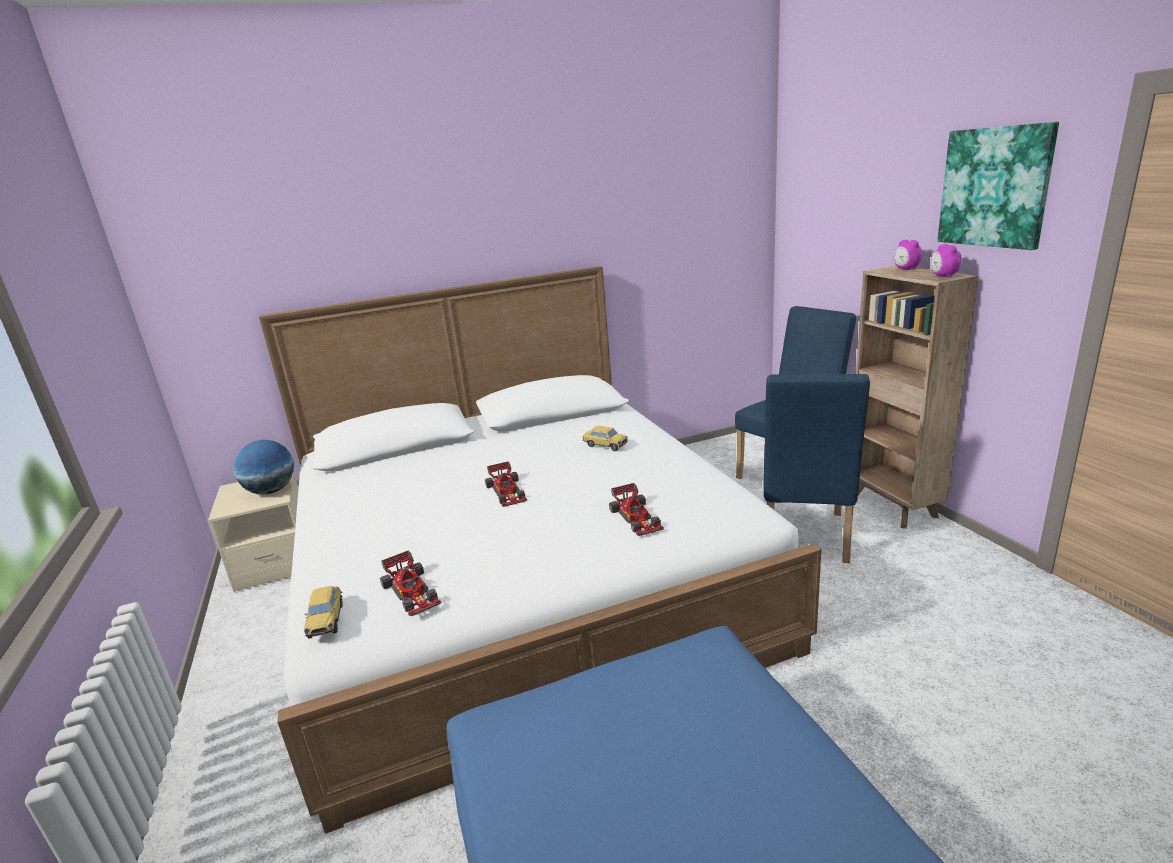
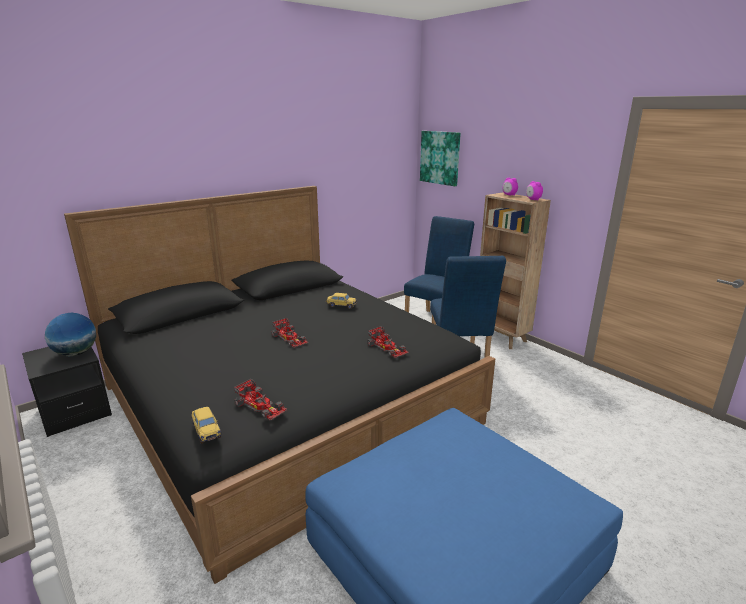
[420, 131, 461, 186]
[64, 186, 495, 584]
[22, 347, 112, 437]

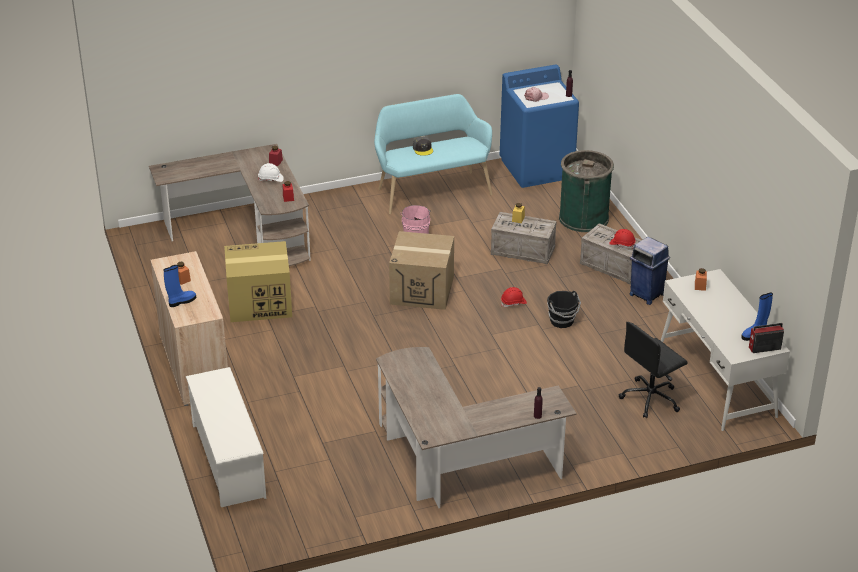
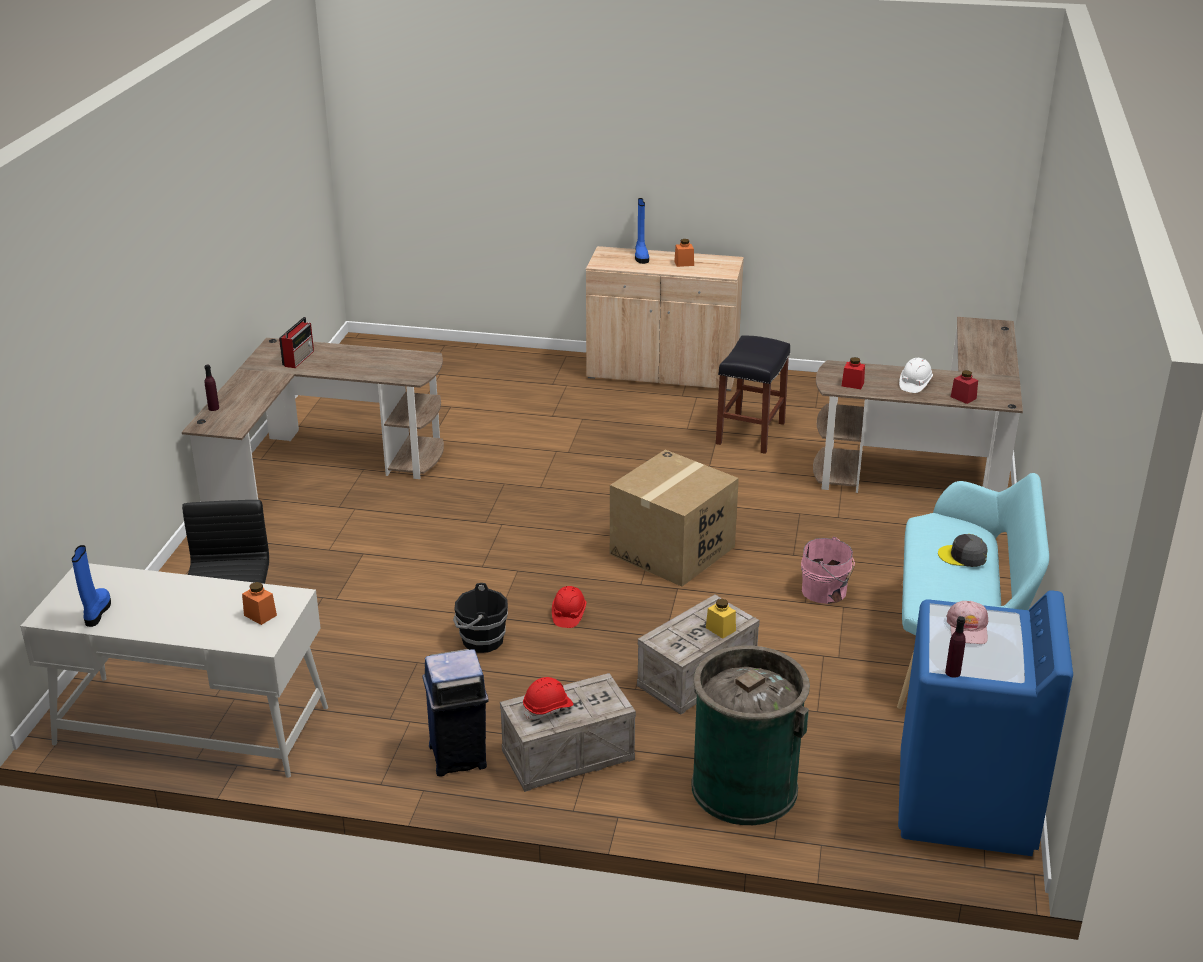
[716, 335, 790, 454]
[279, 317, 314, 368]
[186, 367, 266, 507] (first image)

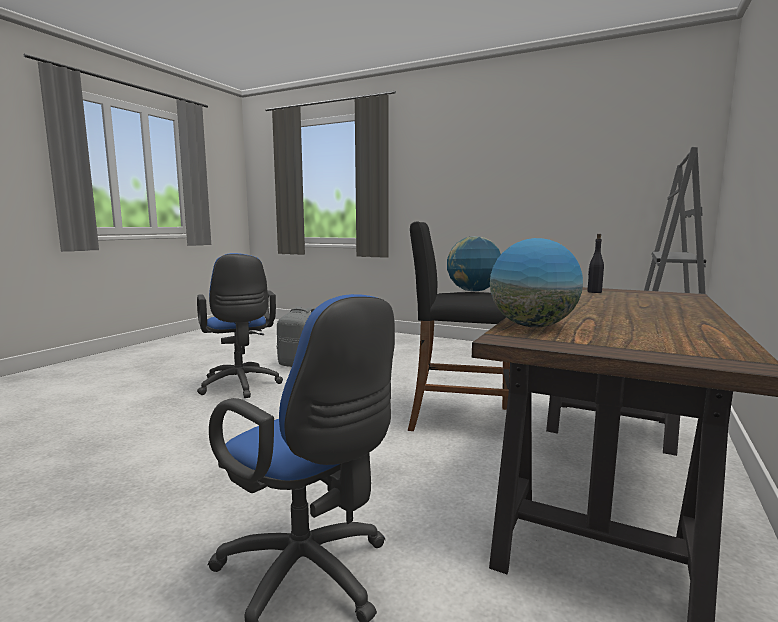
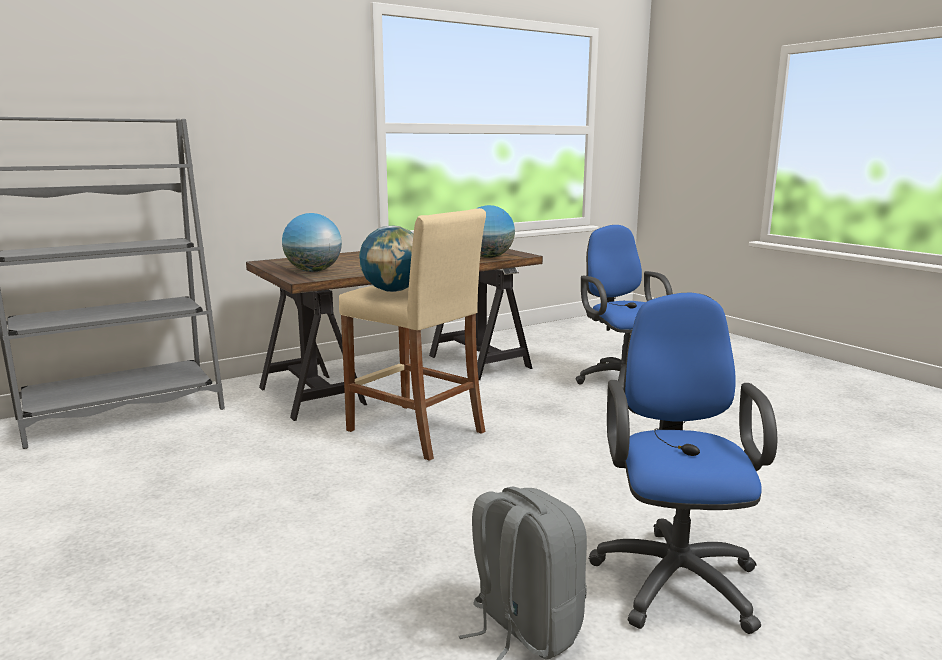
[339, 208, 486, 461]
[282, 213, 342, 272]

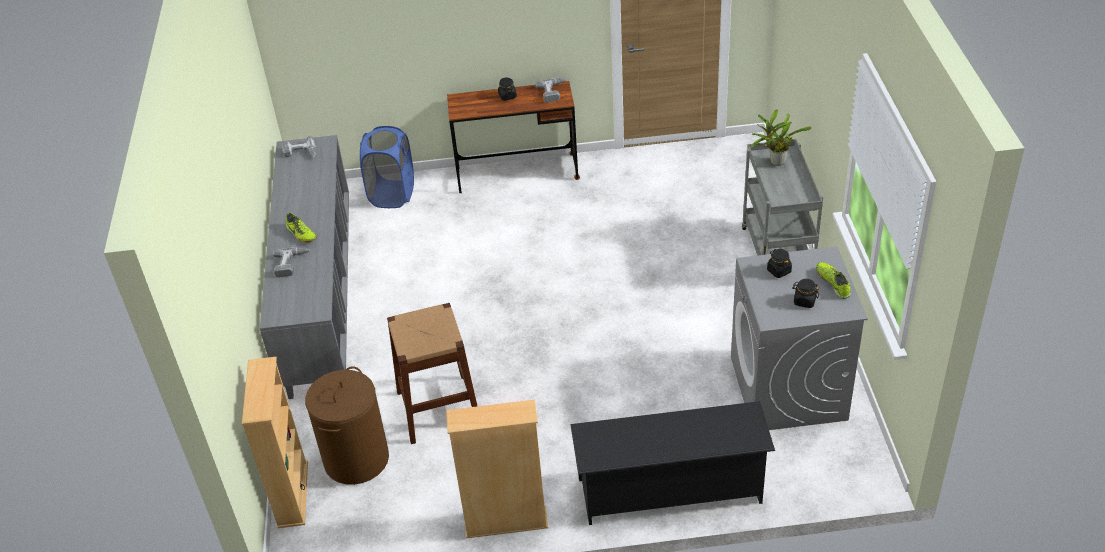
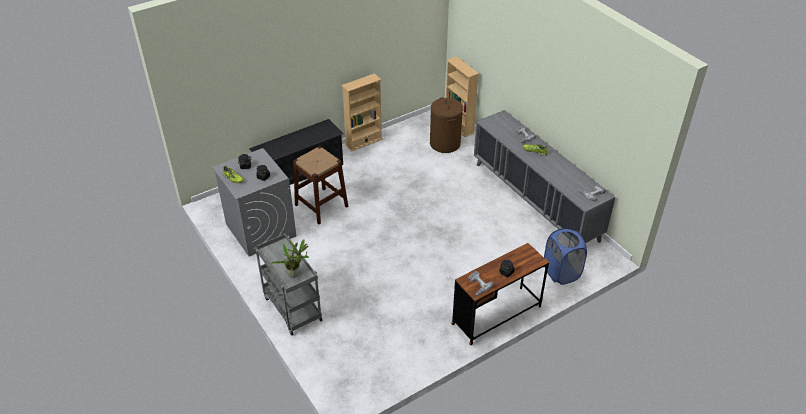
[293, 146, 349, 224]

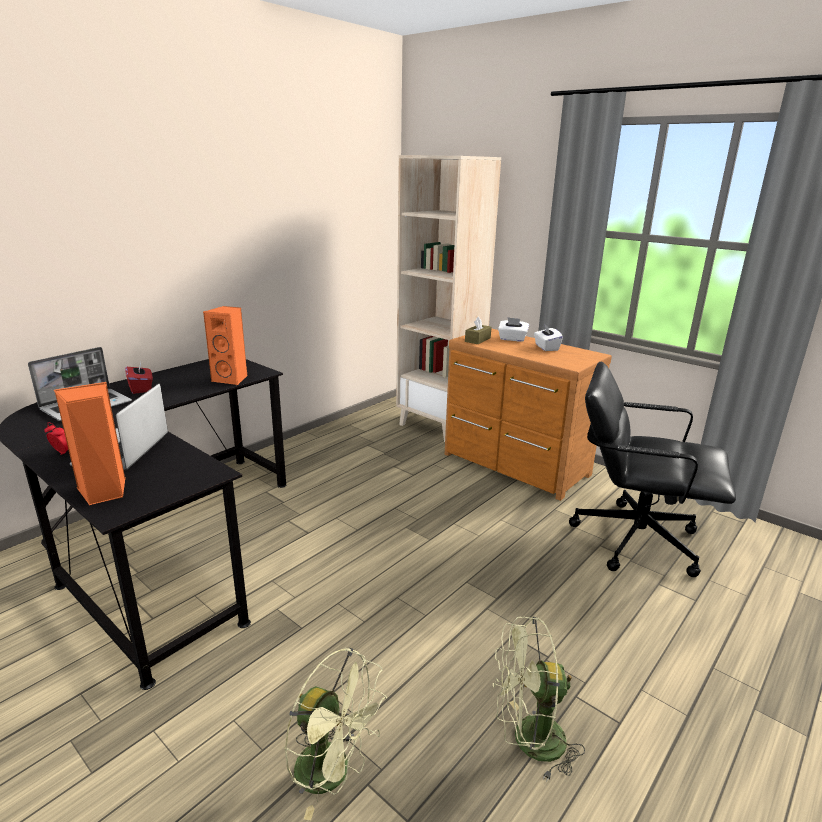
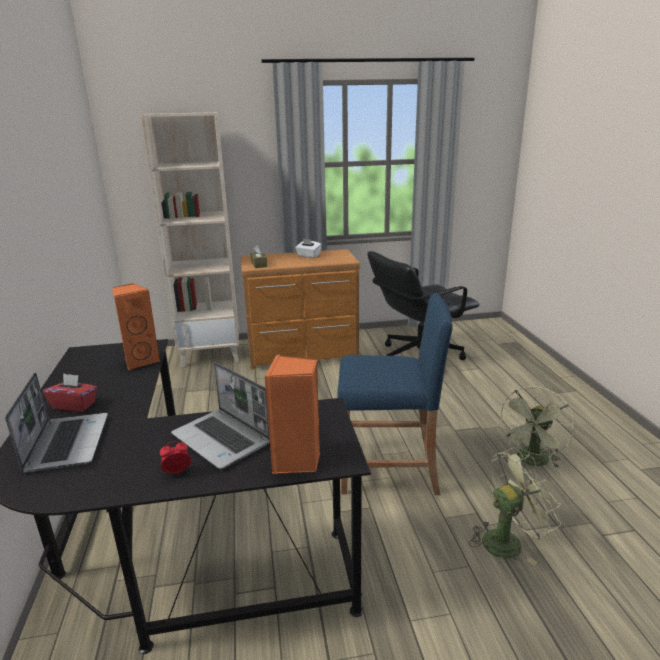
[498, 317, 529, 342] (first image)
[337, 293, 453, 495]

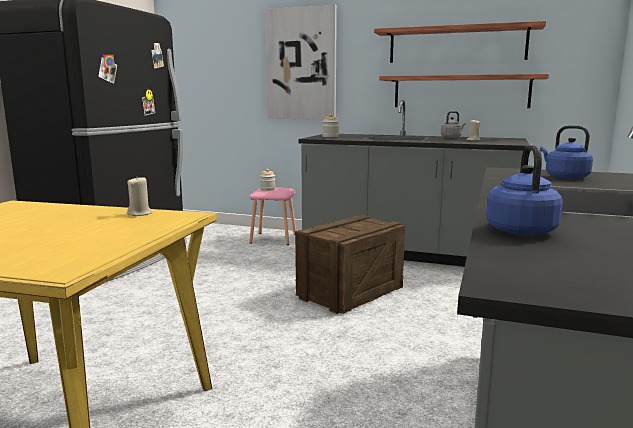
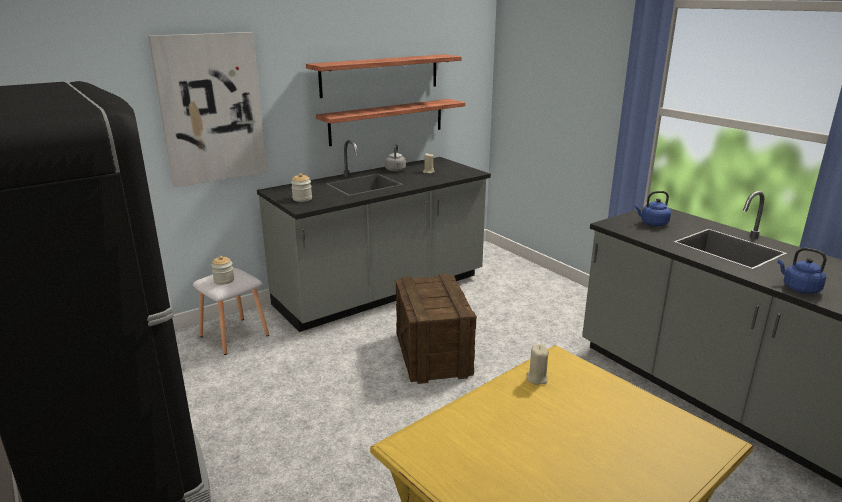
[193, 268, 269, 355]

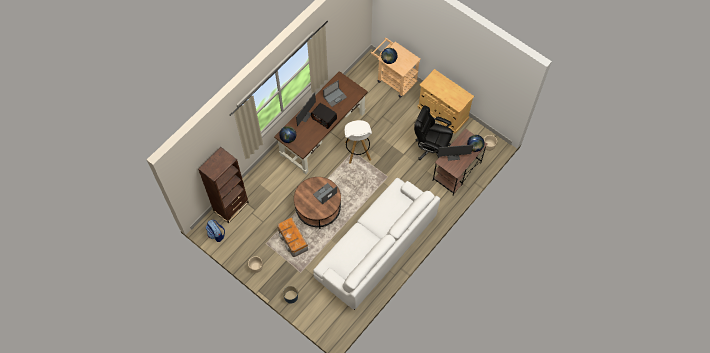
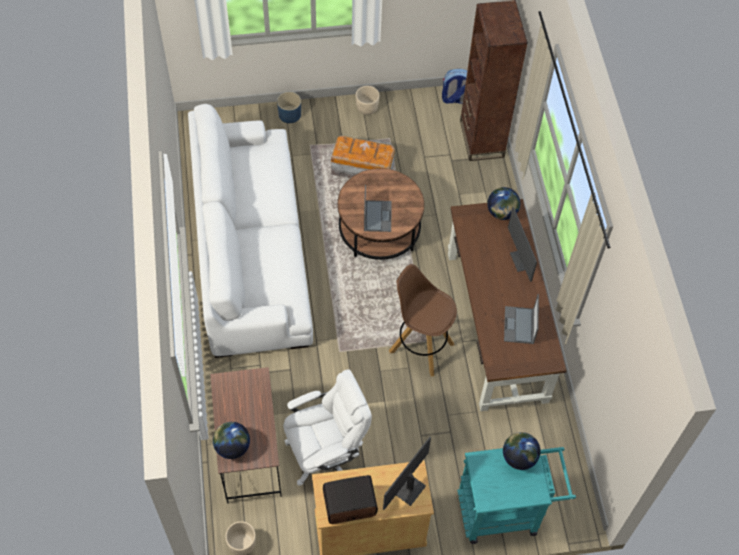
[457, 447, 576, 544]
[323, 475, 378, 524]
[283, 370, 372, 486]
[389, 264, 457, 377]
[383, 437, 431, 510]

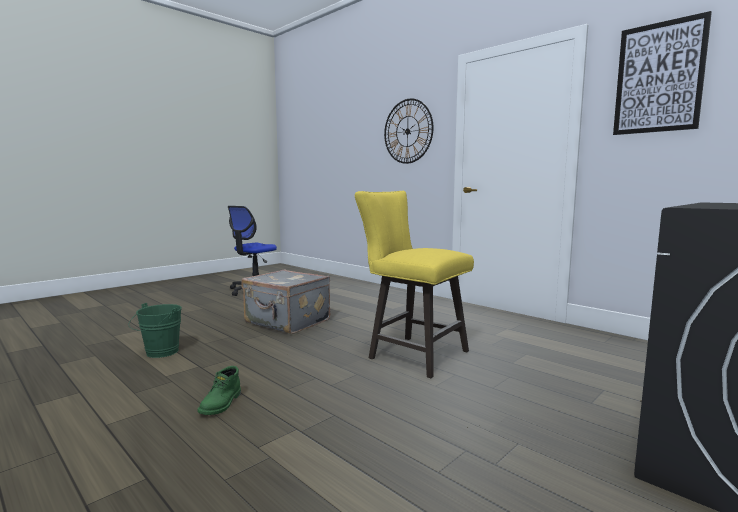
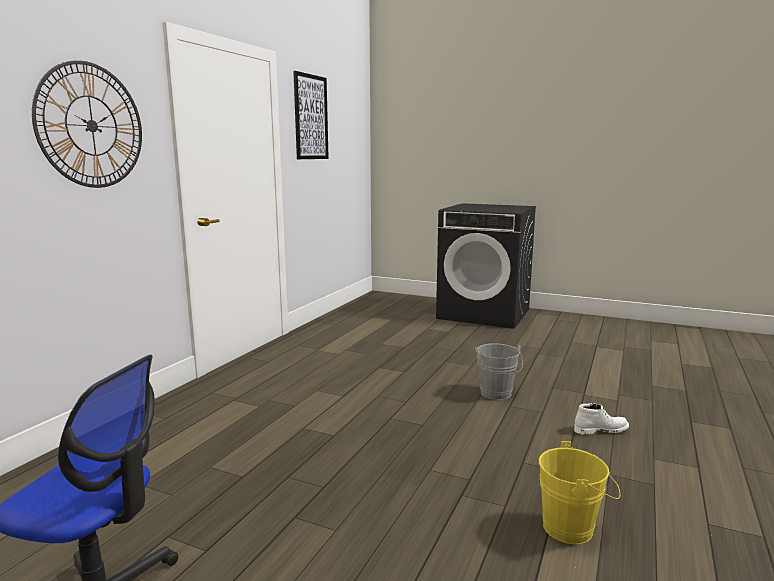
[355, 191, 474, 378] (first image)
[241, 269, 330, 334] (first image)
[539, 441, 620, 544]
[574, 403, 629, 435]
[475, 343, 523, 400]

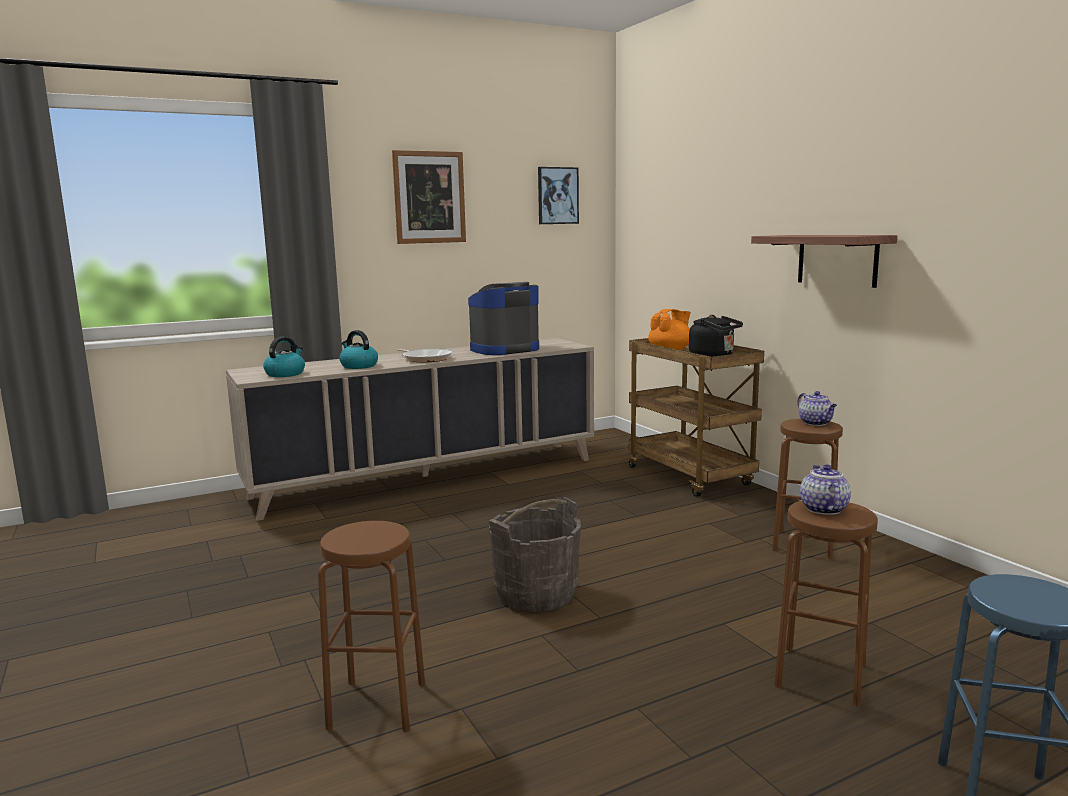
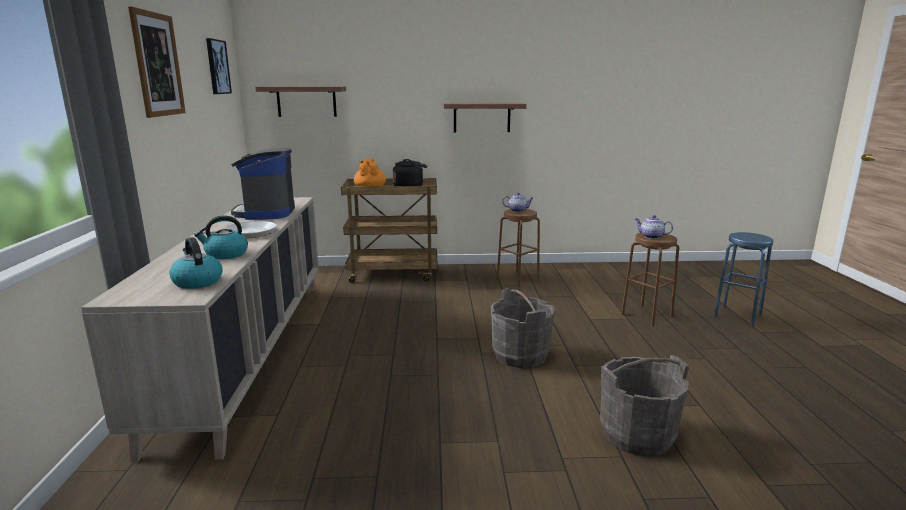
[600, 355, 689, 456]
[255, 86, 346, 117]

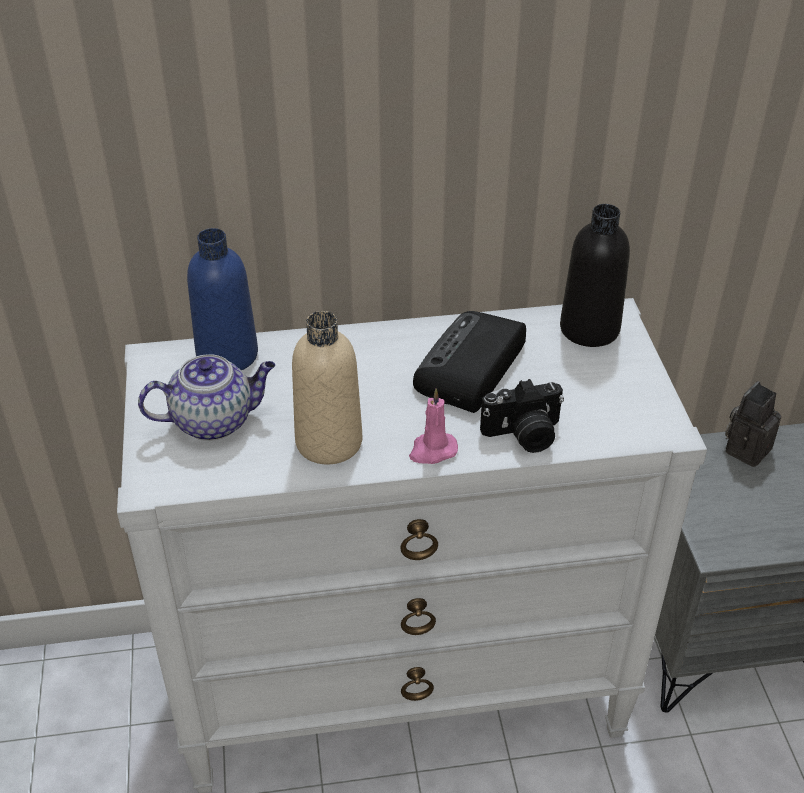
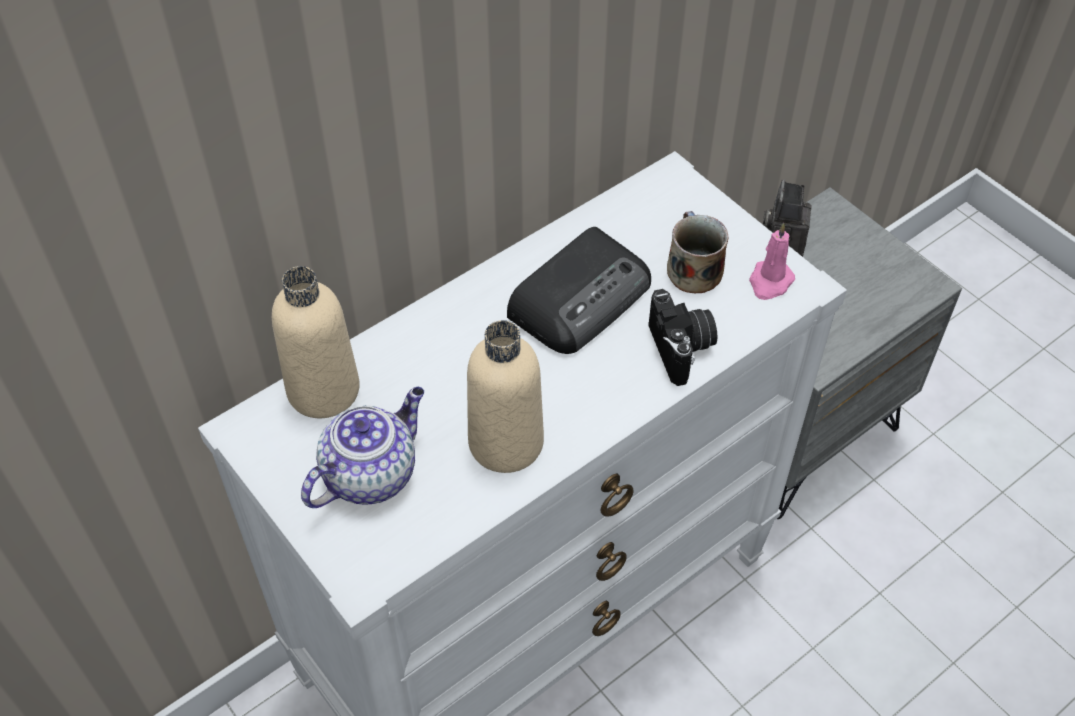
[560, 204, 630, 347] (first image)
[272, 266, 360, 418]
[507, 227, 651, 354]
[649, 289, 718, 386]
[749, 223, 795, 300]
[667, 211, 728, 293]

